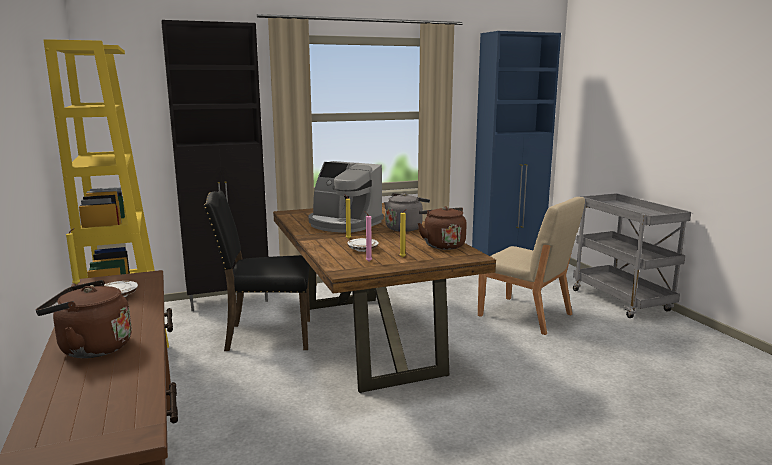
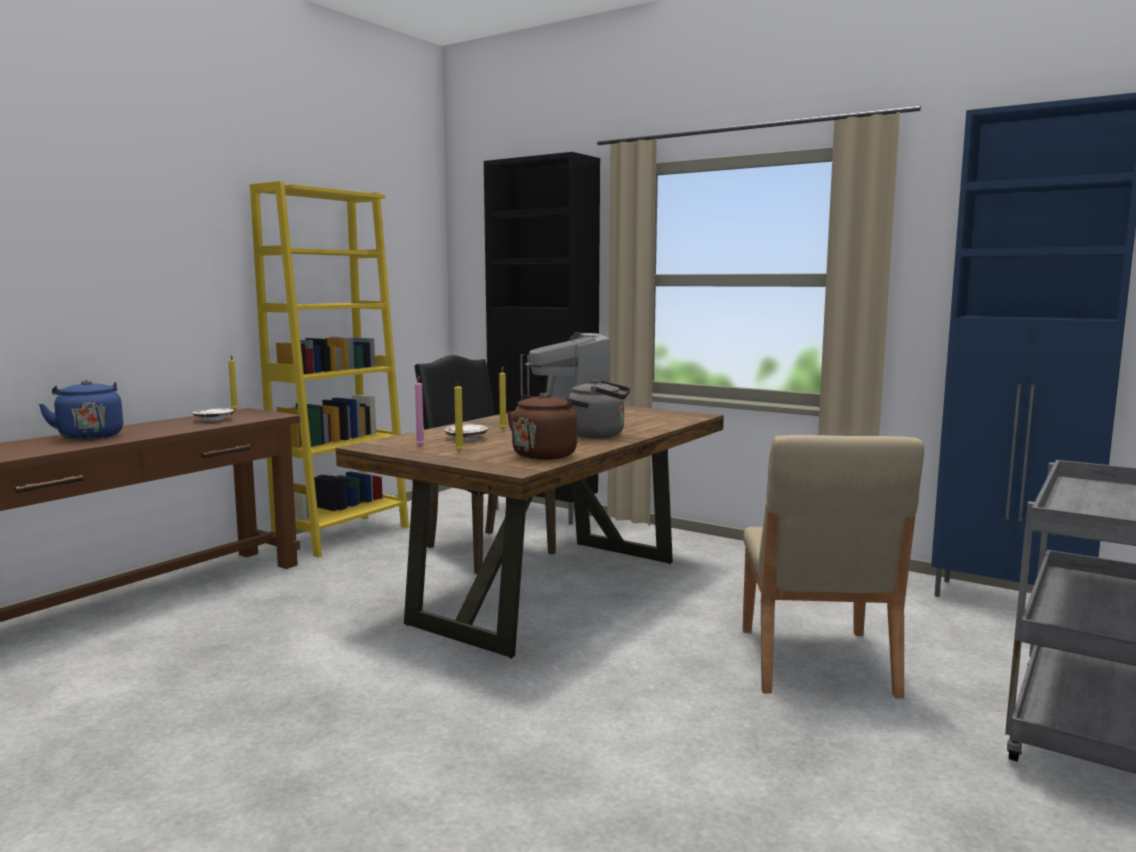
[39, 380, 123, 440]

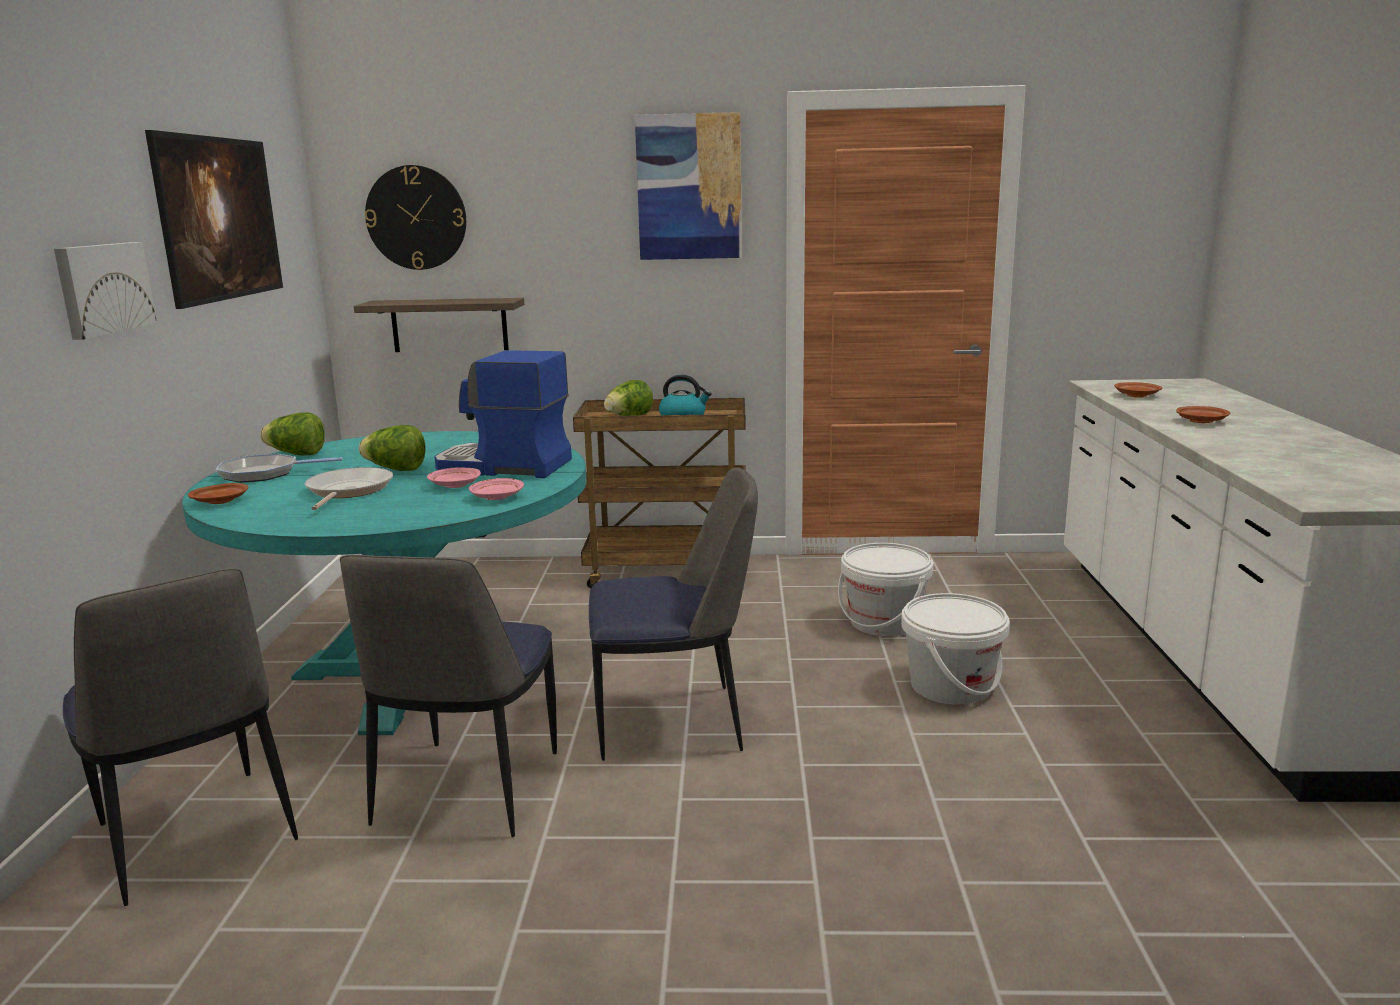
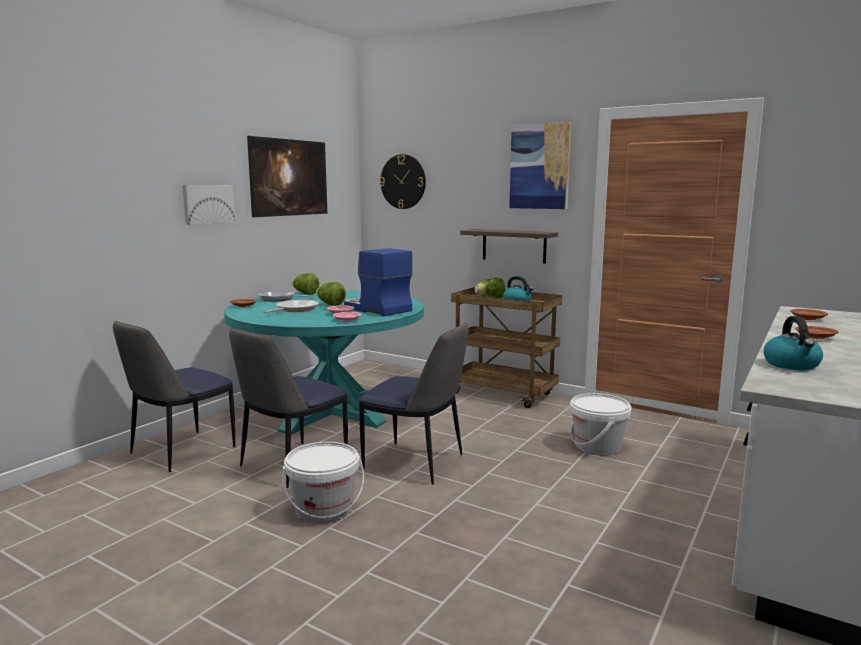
[460, 229, 558, 264]
[113, 321, 235, 472]
[282, 442, 364, 523]
[764, 316, 823, 370]

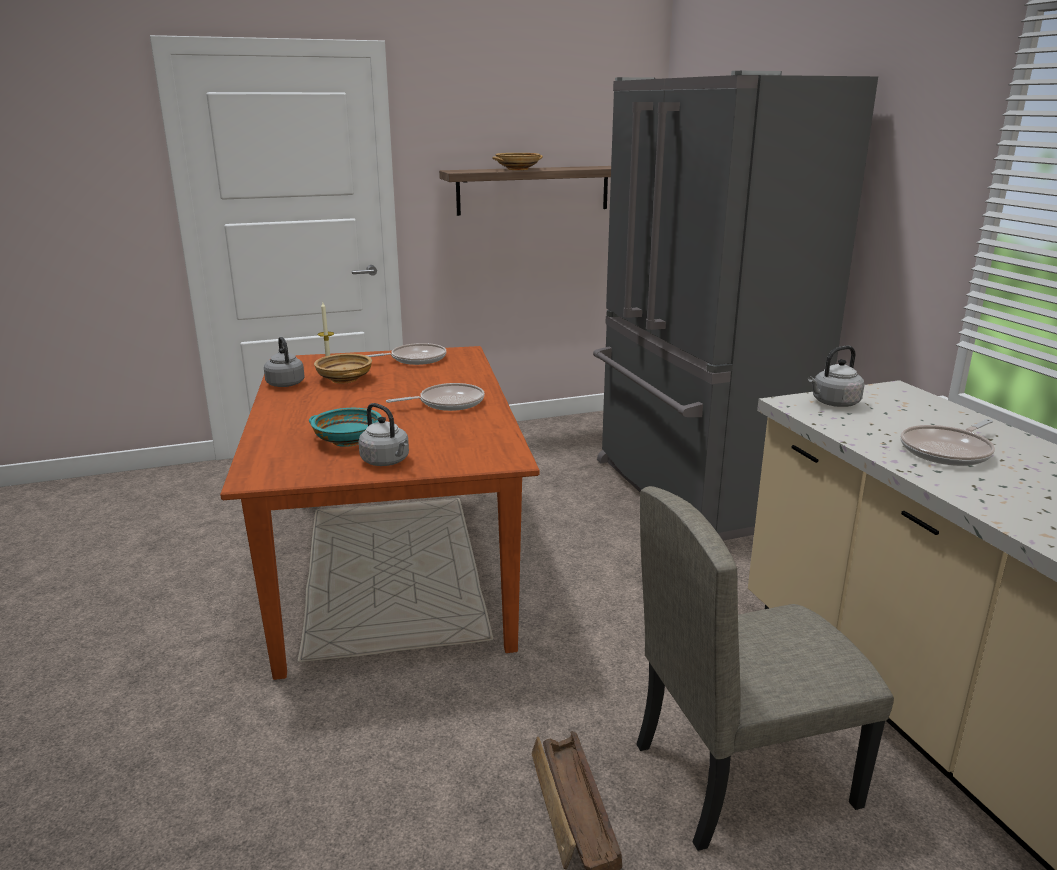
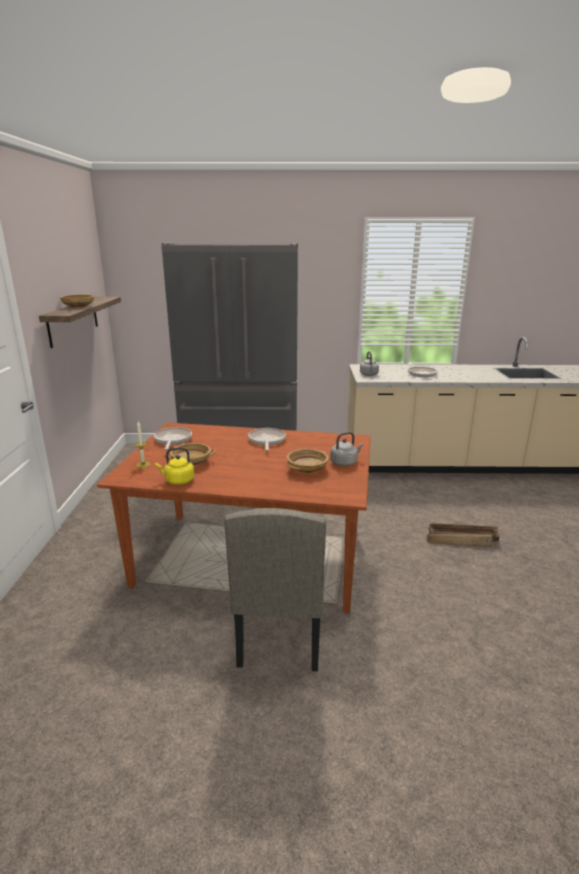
[155, 447, 194, 485]
[287, 449, 329, 473]
[225, 508, 326, 671]

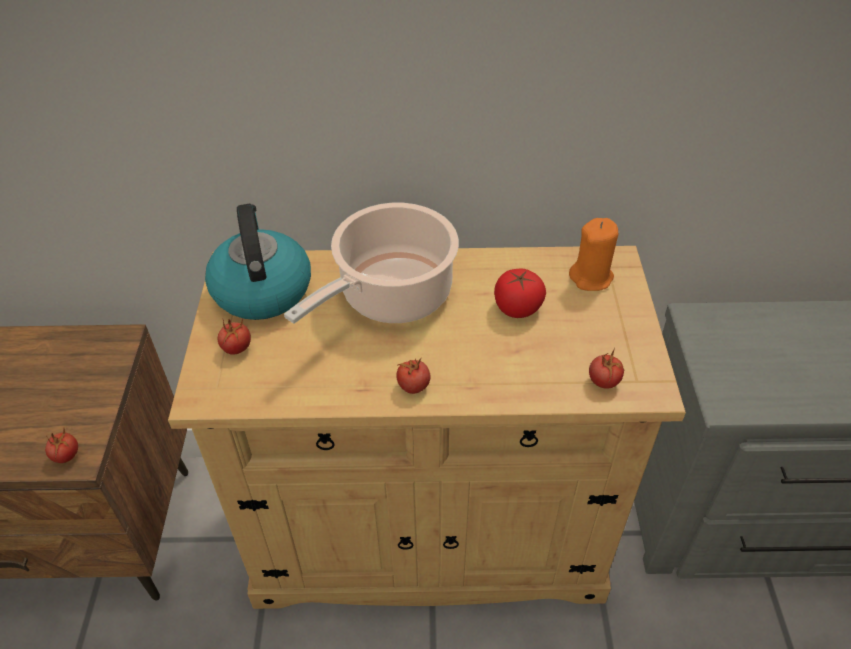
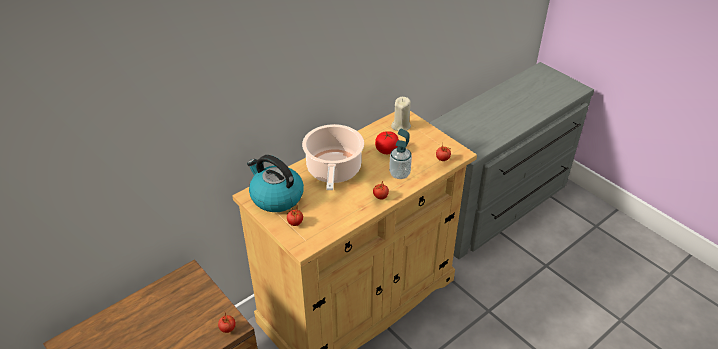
[391, 97, 411, 131]
[389, 128, 412, 179]

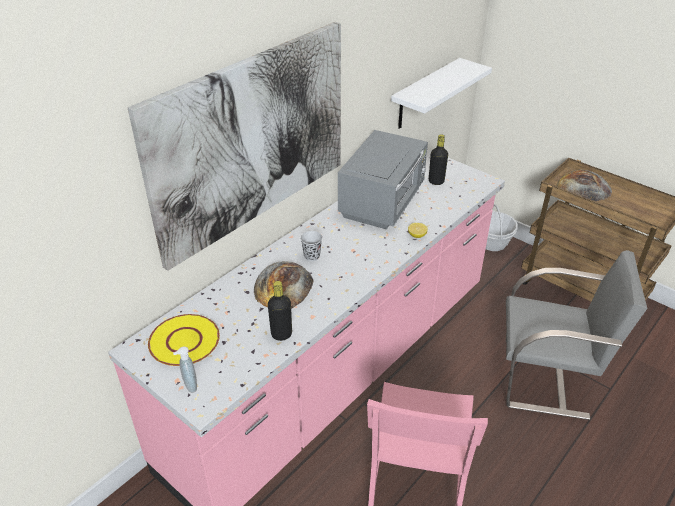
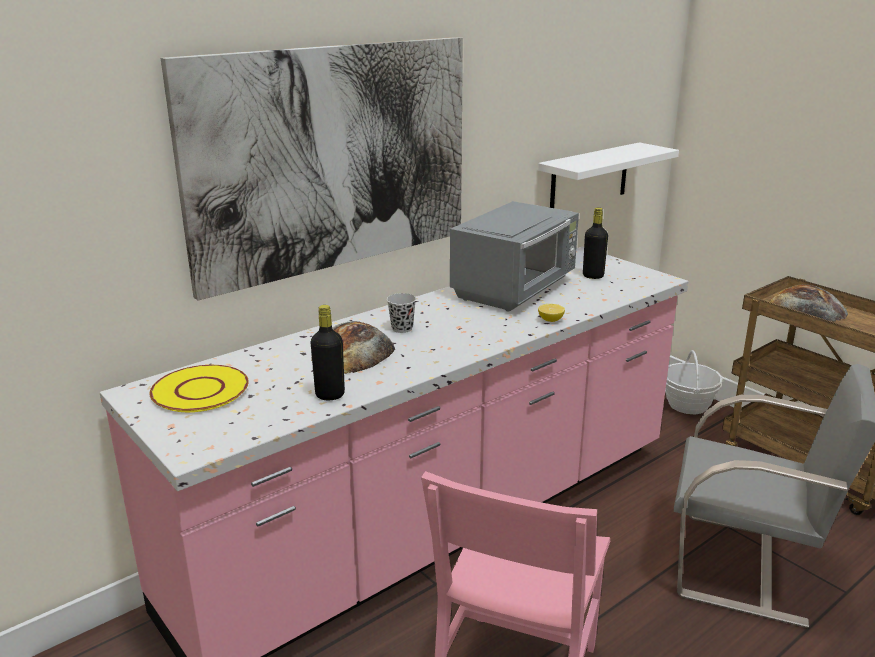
[173, 346, 197, 393] (first image)

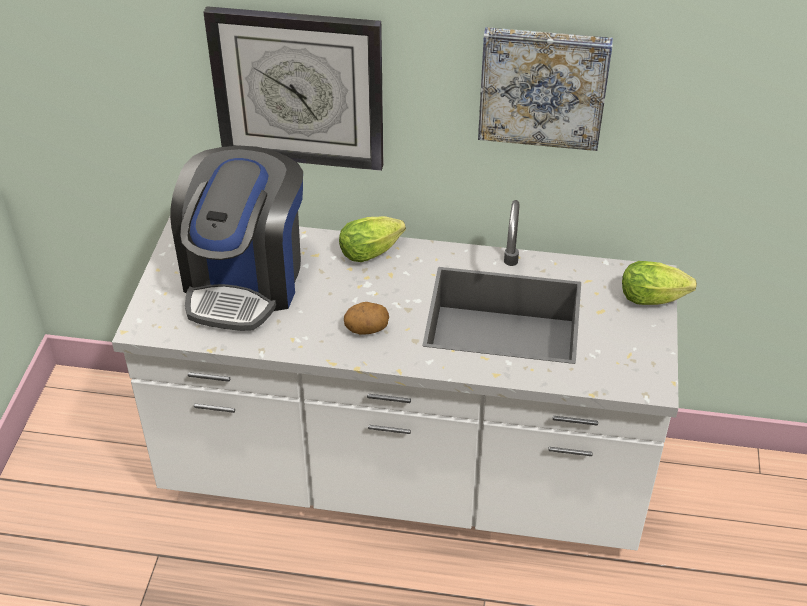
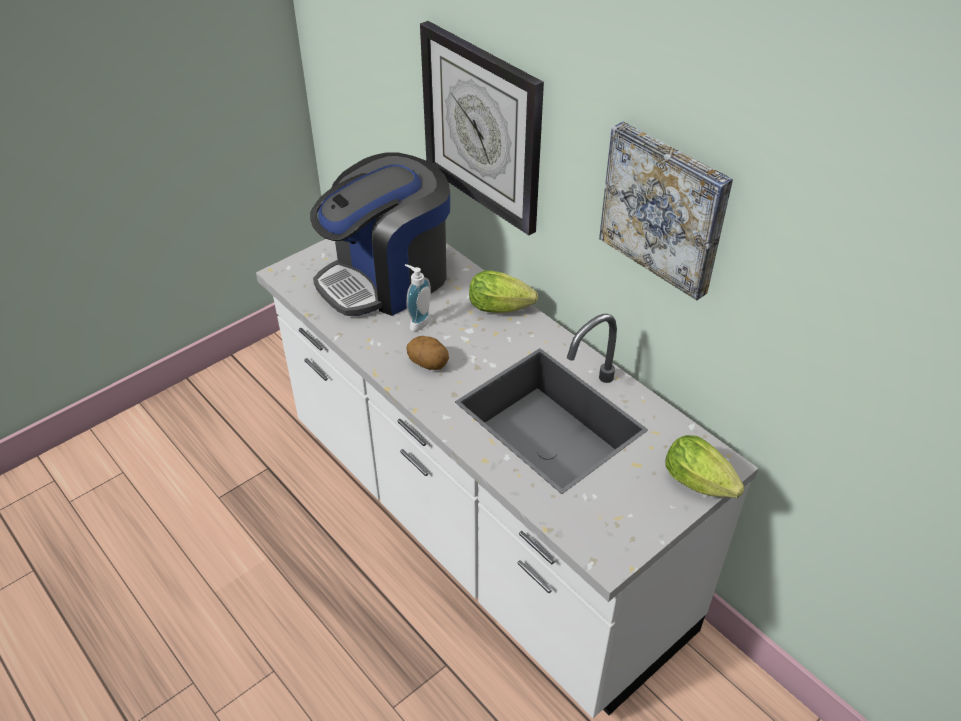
[405, 264, 431, 332]

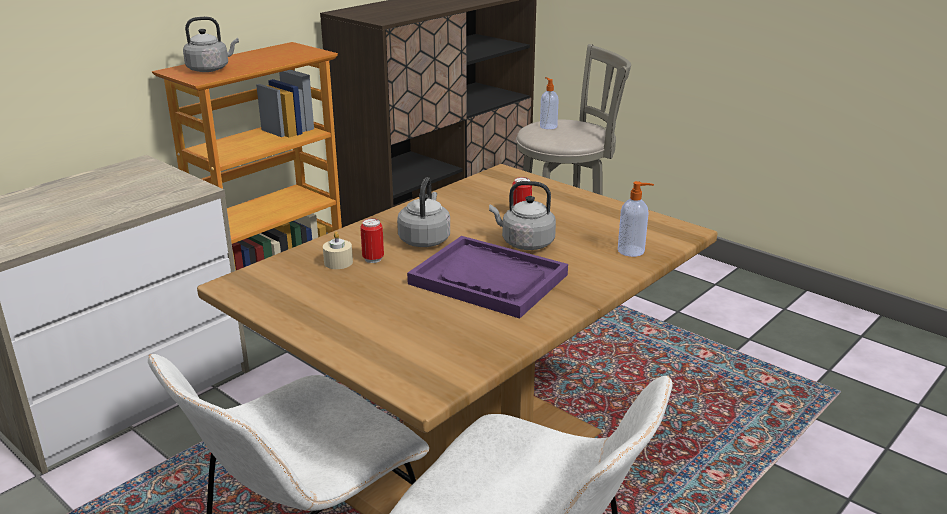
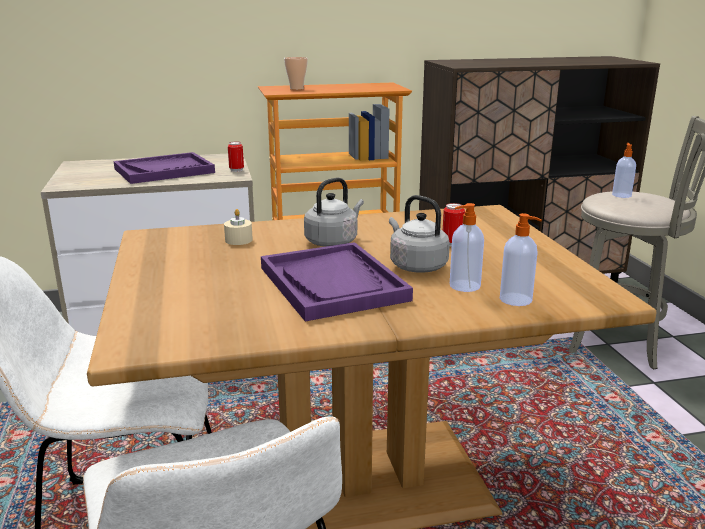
[284, 57, 308, 90]
[228, 142, 244, 172]
[114, 152, 215, 184]
[450, 203, 484, 292]

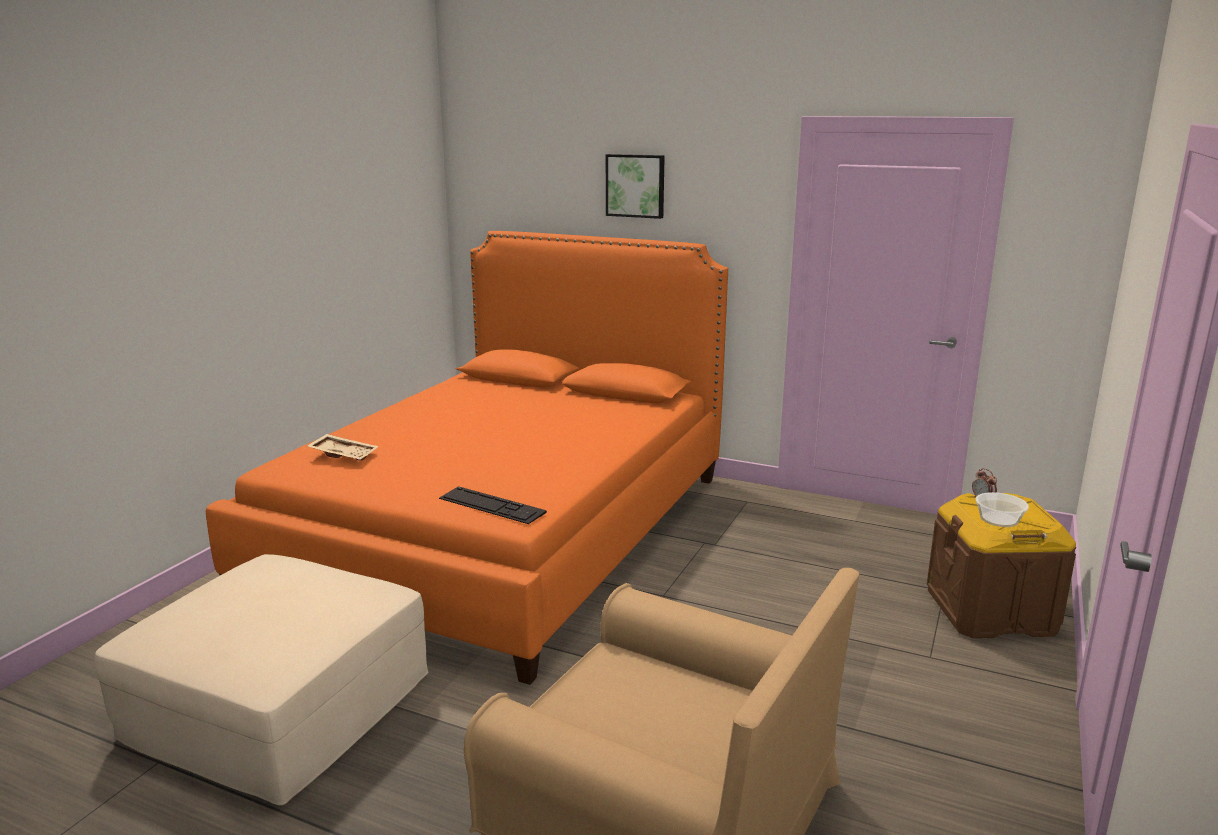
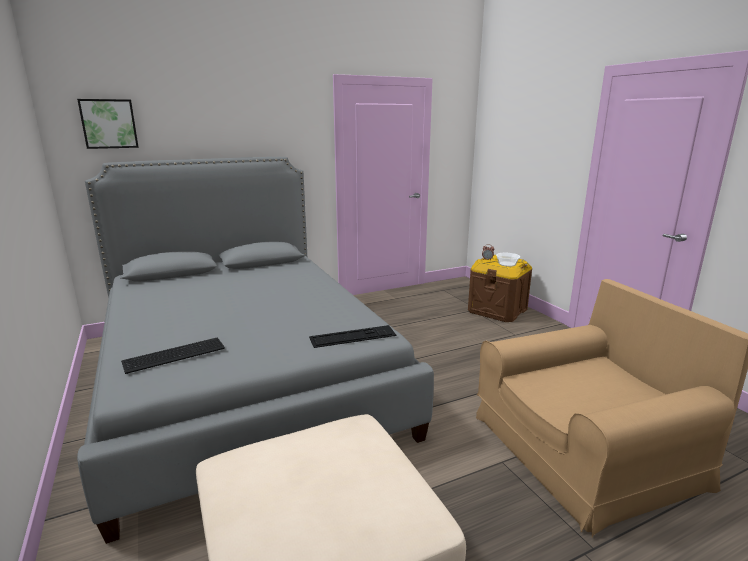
[77, 99, 139, 149]
[77, 157, 434, 544]
[121, 337, 225, 374]

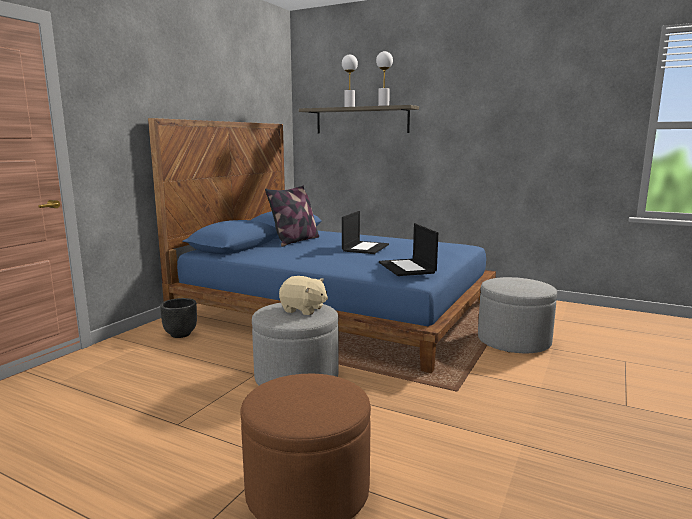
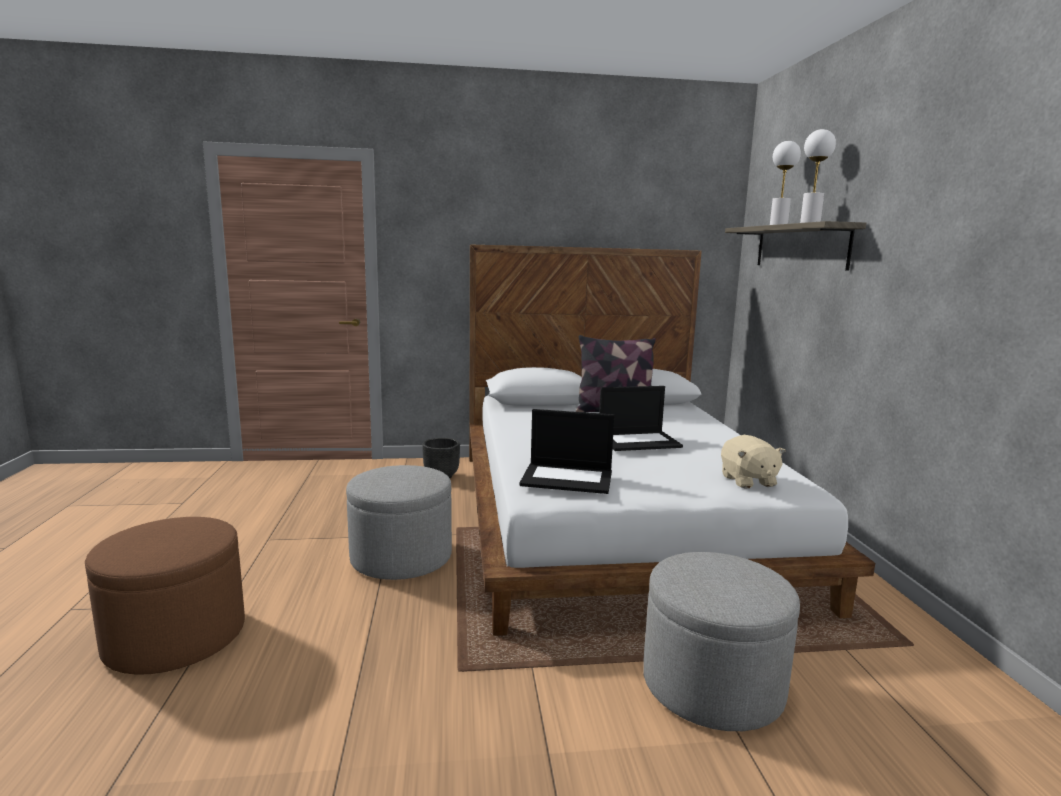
[469, 244, 875, 636]
[519, 409, 614, 494]
[721, 435, 785, 488]

